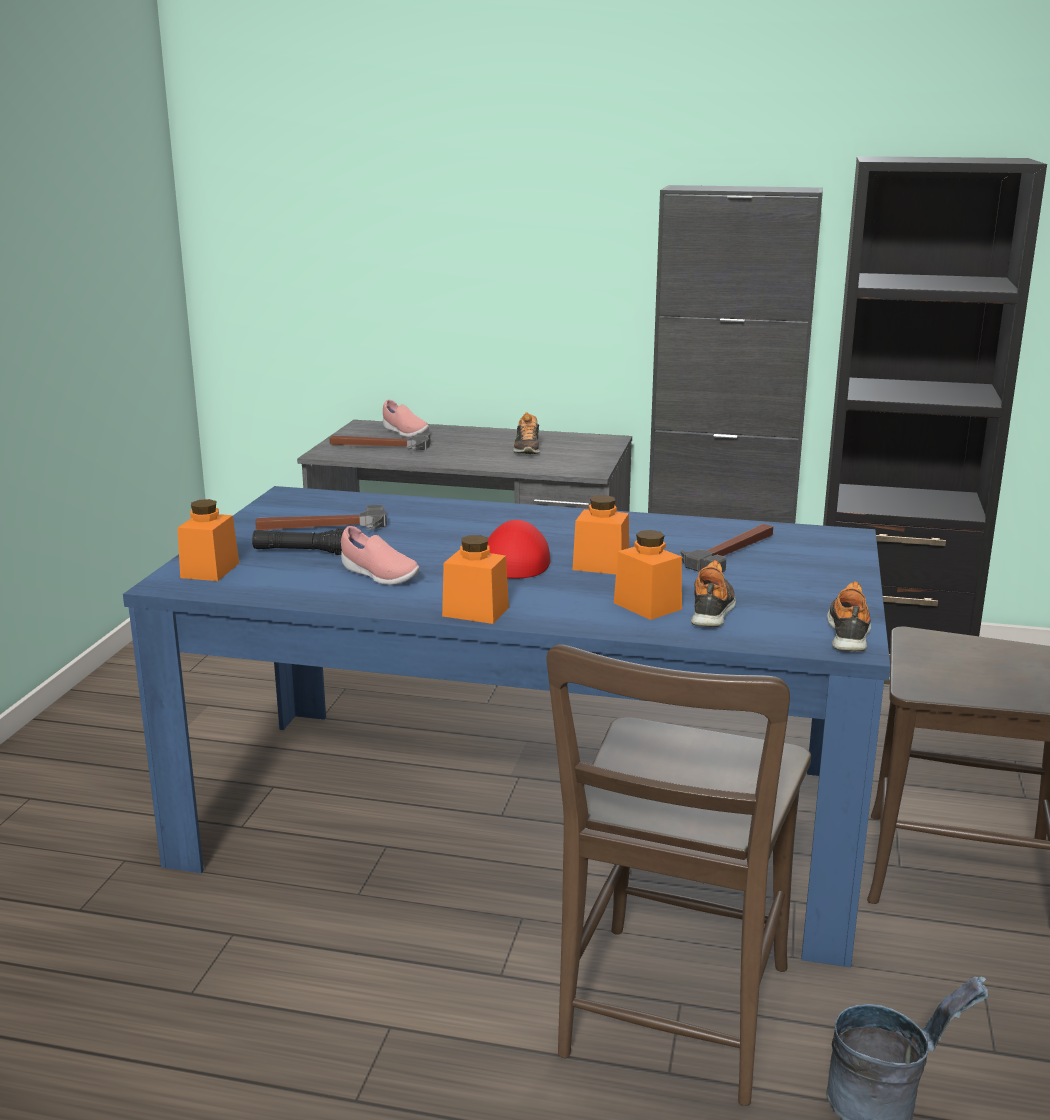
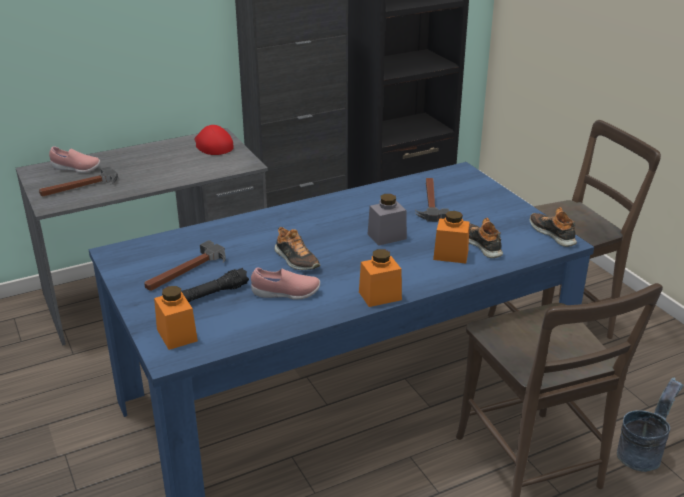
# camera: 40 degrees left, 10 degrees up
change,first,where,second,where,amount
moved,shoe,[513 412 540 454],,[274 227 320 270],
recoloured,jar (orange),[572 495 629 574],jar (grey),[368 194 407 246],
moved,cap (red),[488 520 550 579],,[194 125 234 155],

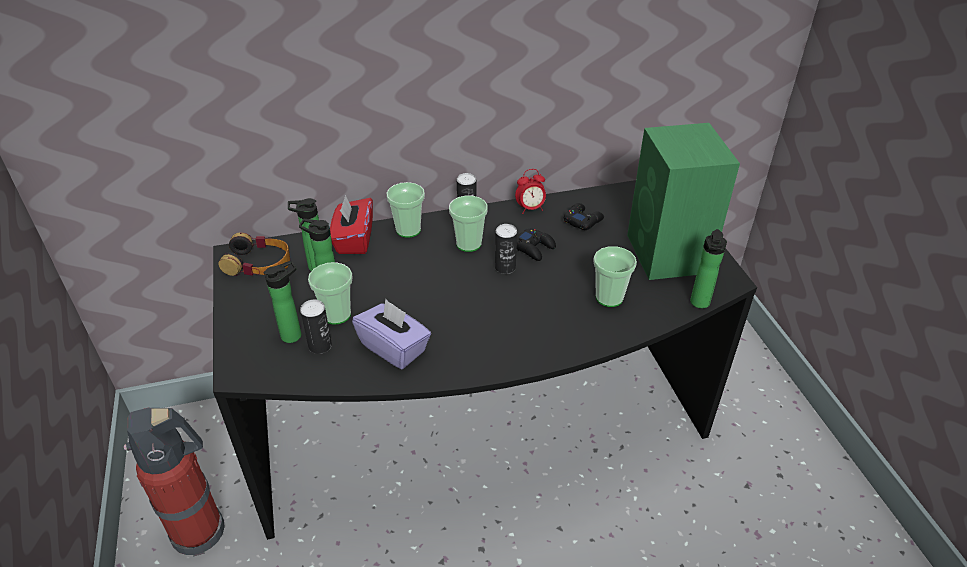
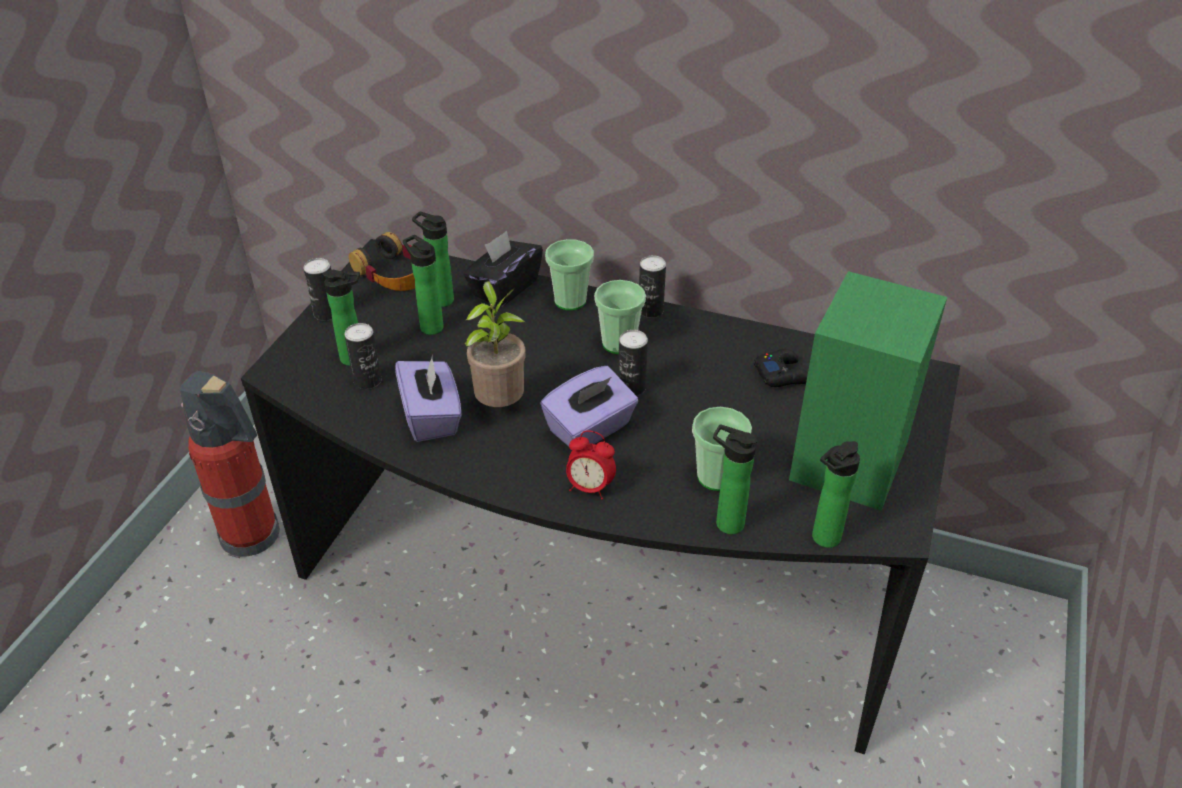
# camera: 35 degrees right, 0 degrees up
change,first,where,second,where,amount
moved,alarm clock,[515 169 546 214],,[566 430 616 499],
recoloured,tissue box (red),[330 195 373 254],tissue box (black),[464 231 543 307],
removed,game controller (black),[517 228 556 261],,,
removed,cup,[308 262 352 324],,,
added,,,can,[304 258 332 321],
added,,,potted plant,[465 281 526 407],
added,,,tissue box (purple),[540 366 638 446],
added,,,bottle,[713 424 757 534],

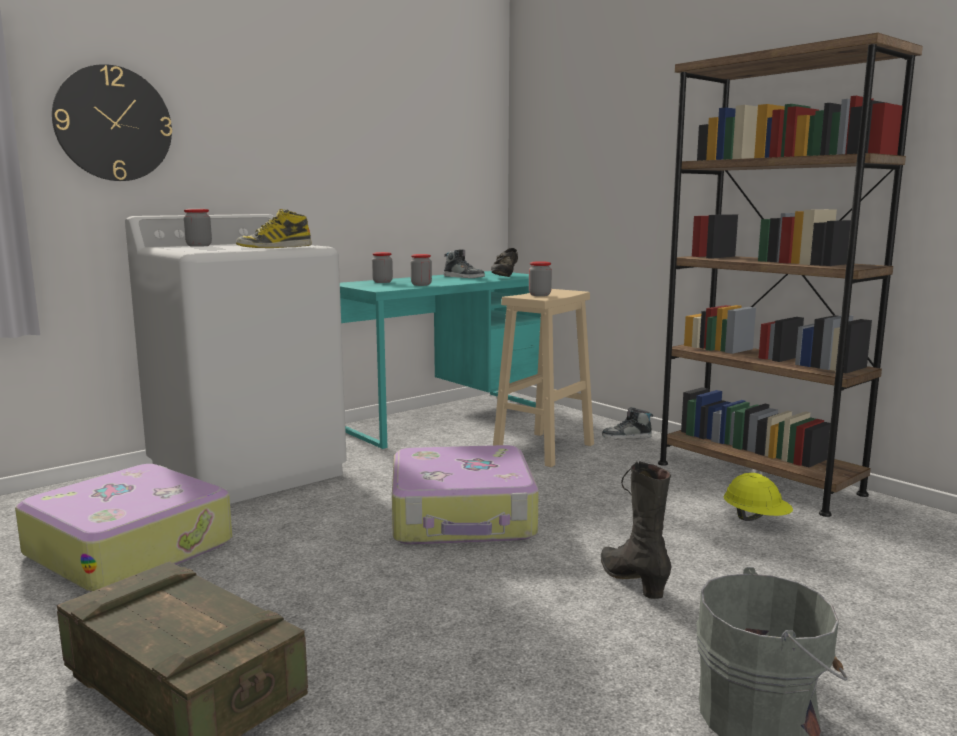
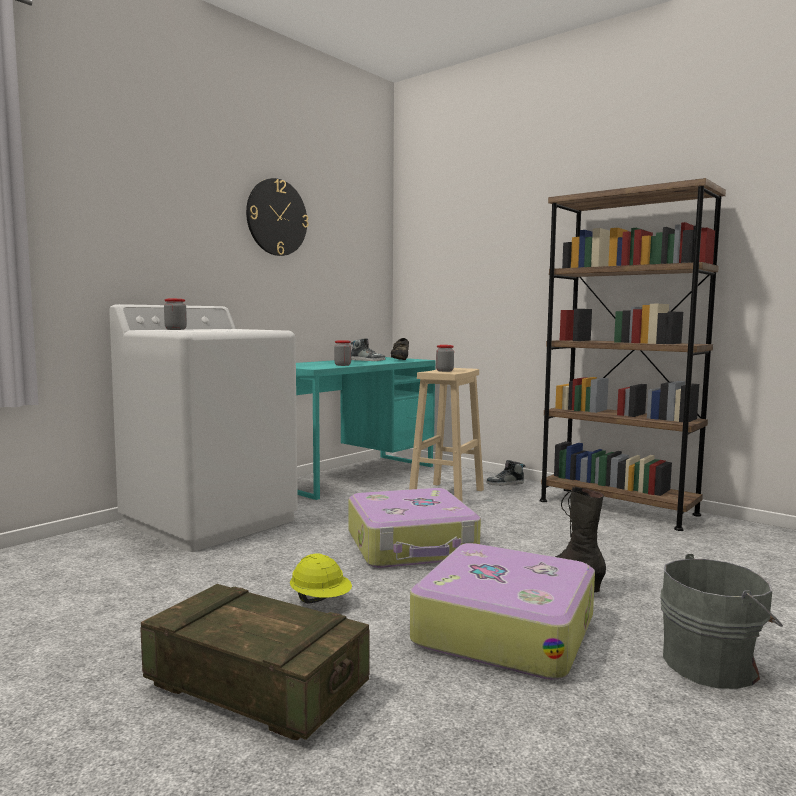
# camera: 10 degrees left, 5 degrees down
change,first,where,second,where,amount
moved,wall clock,[52 64 172 181],,[246 178 309 256],
removed,boot,[236 209 312 248],,,
removed,jar,[372 252 393 283],,,
moved,suitcase,[15 464 232 592],,[410 543 595 680],
moved,hard hat (yellow),[724 473 793 521],,[290 553 352 604],

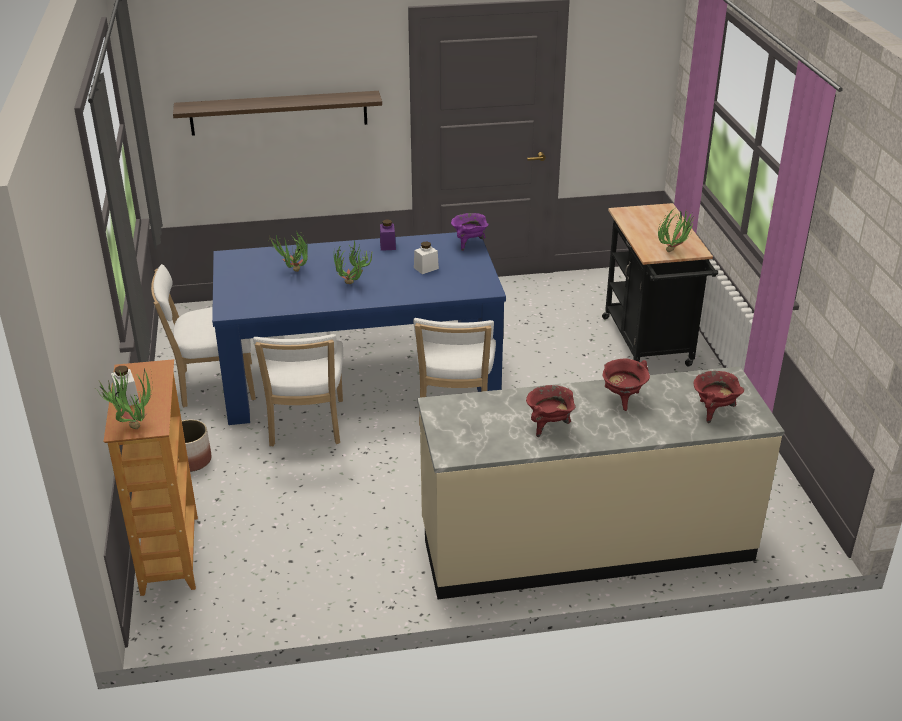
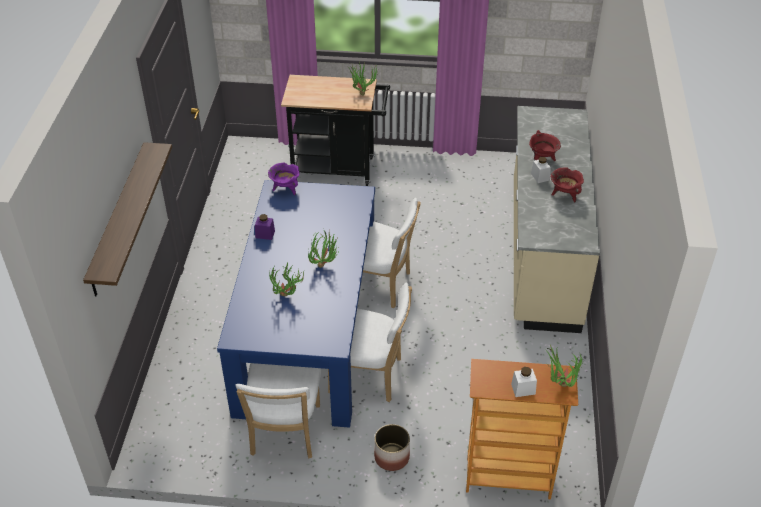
# camera: 75 degrees left, 10 degrees up
change,first,where,second,where,amount
moved,jar (white),[414 242 439 274],,[531 157 551 183],
removed,cooking pot (red),[694 371 744 423],,,

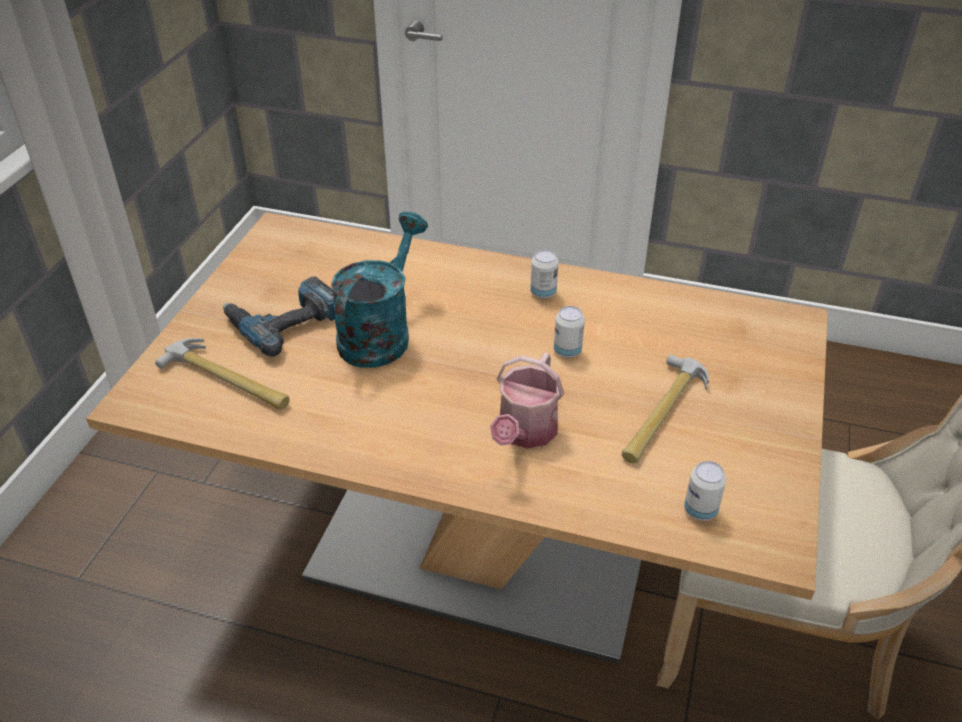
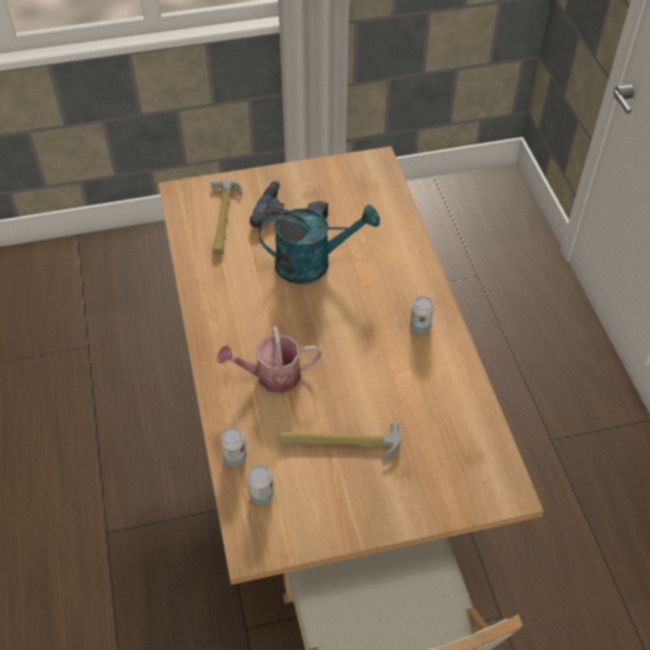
# camera: 60 degrees right, 10 degrees up
change,first,where,second,where,amount
moved,can,[554 306 585 358],,[220 427 247 466],

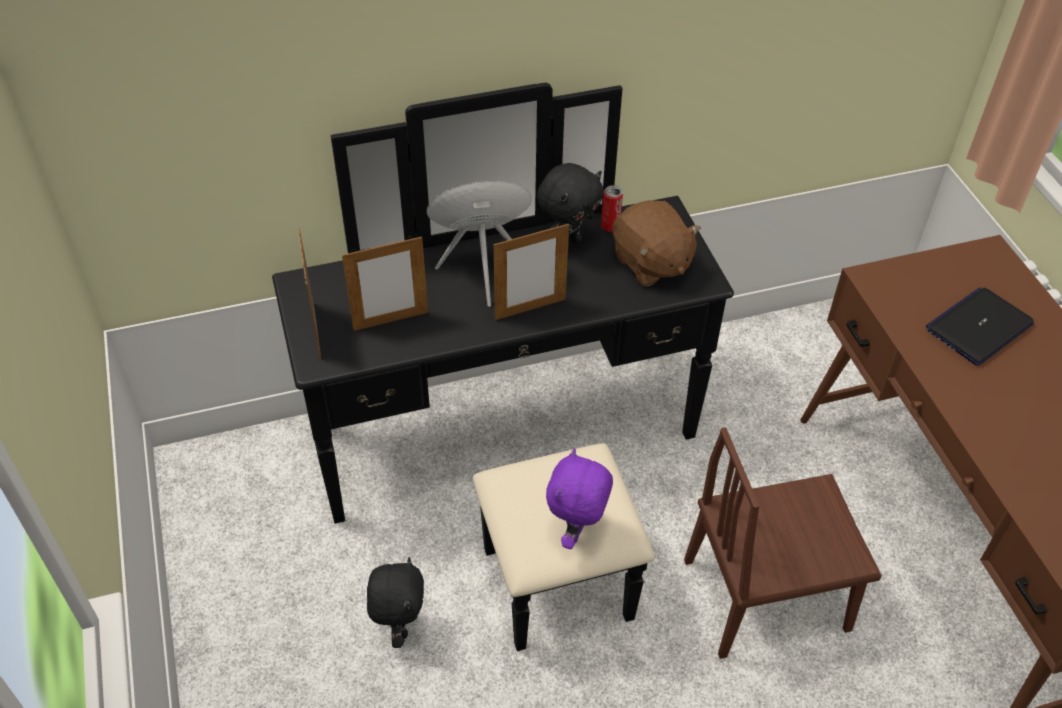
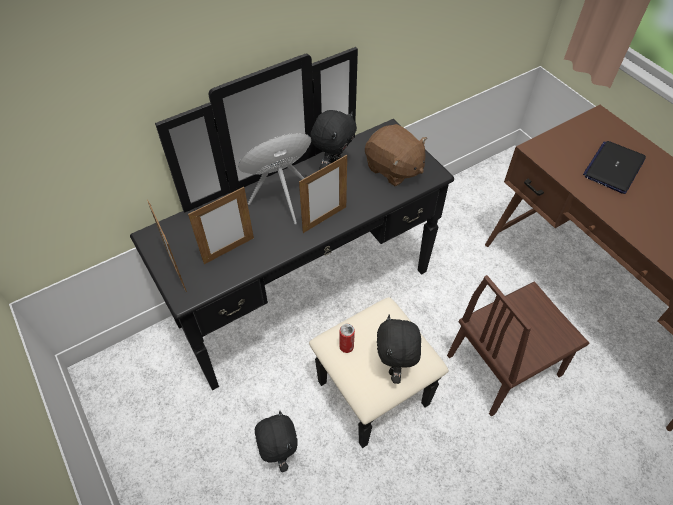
# camera: 15 degrees left, 5 degrees up
change,first,where,second,where,amount
moved,can,[601 185 623 232],,[339 324 355 353],
recoloured,plush toy (purple),[546 448 613 549],plush toy (black),[377 315 421 384],

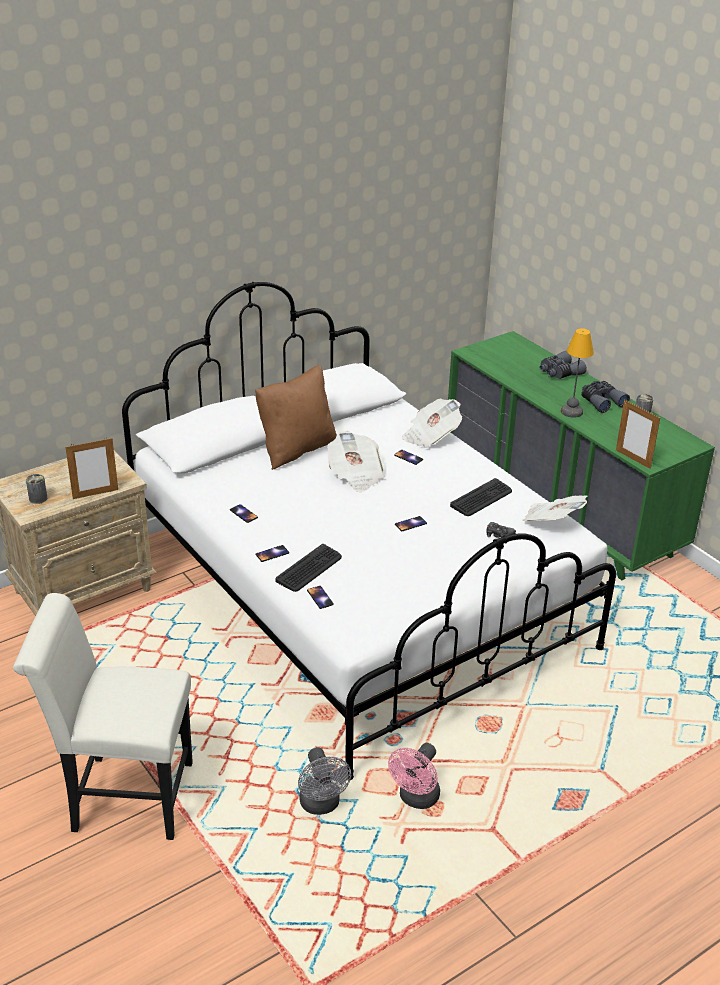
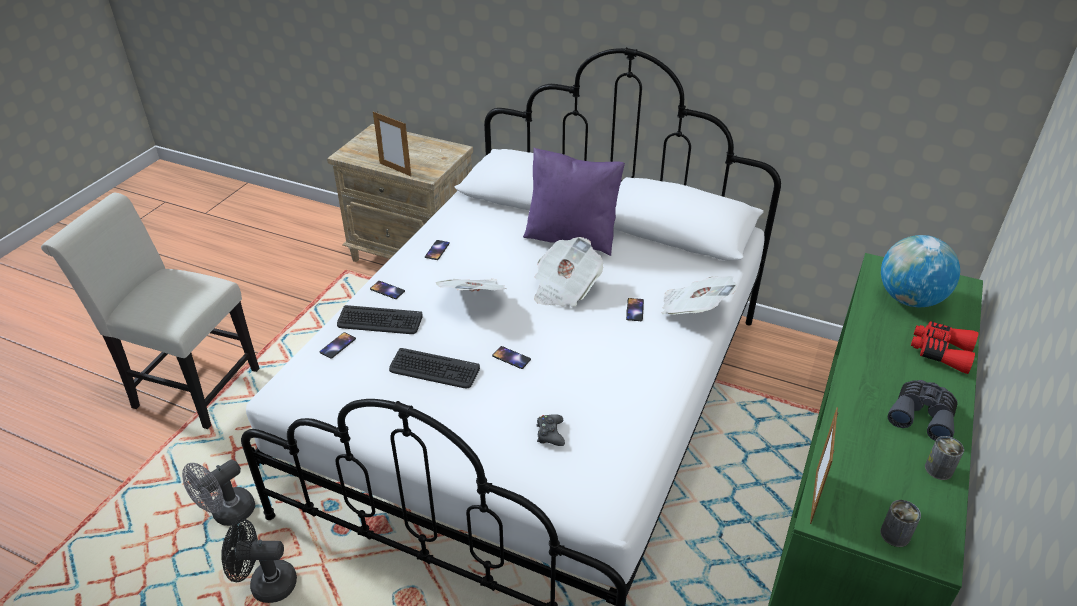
# camera: 60 degrees right, 5 degrees up
change,first,where,second,where,amount
removed,table lamp,[561 328 594 418],,,
recoloured,binoculars (grey),[539 351 587 379],binoculars (red),[911 321 979 374],
recoloured,pillow (brown),[255 365 337 470],pillow (purple),[523 147 625 256],
moved,can,[26 474 47 504],,[880 500 921 547],
moved,keyboard,[450 478 512 516],,[389 348 480 388],
moved,newspaper,[522 495 587 521],,[436 279 506 292],
turned,chair (white),[13 593 193 840],,[41 193 260 429],45 degrees counterclockwise
recoloured,fan (pink),[388 743 440 809],fan (black),[221 519 297 603],
added,,,globe,[881 235 960 307],

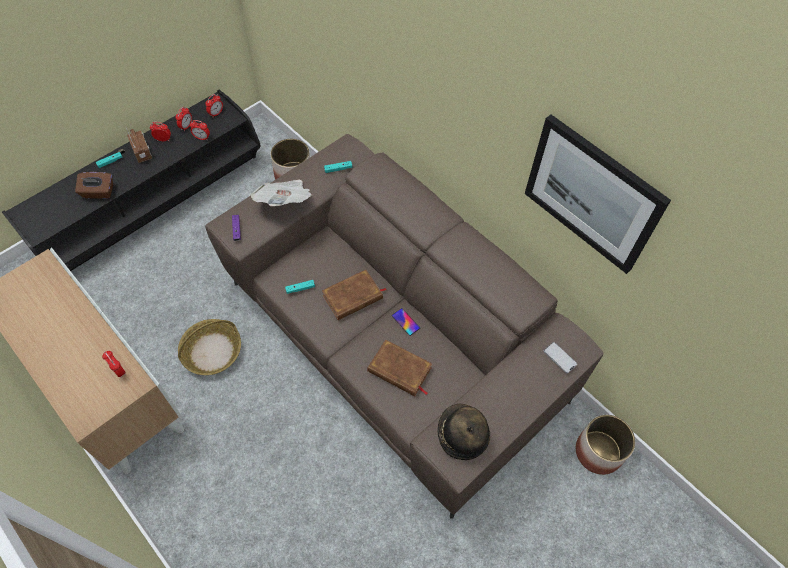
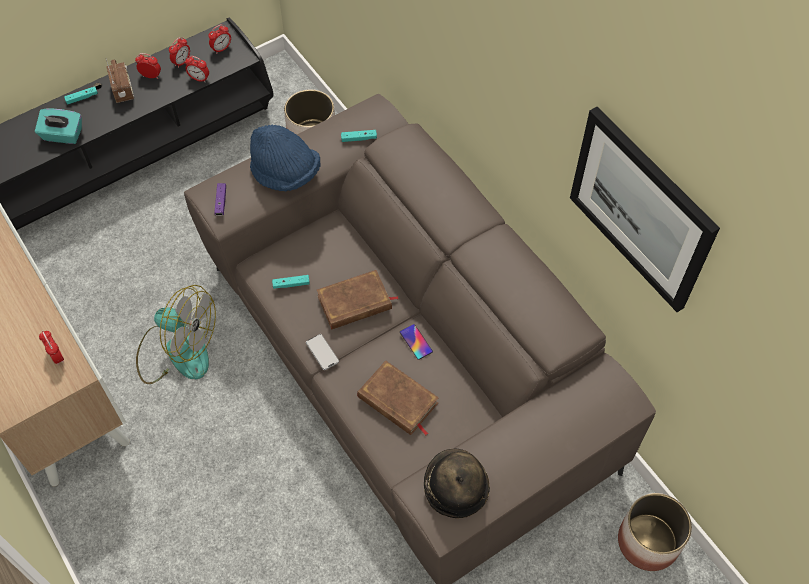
# camera: 10 degrees right, 0 degrees up
change,first,where,second,where,amount
recoloured,tissue box (brown),[75 172 113 199],tissue box (turquoise),[35 109 82 144],
replaced,newspaper,[250 179 312 206],hat (blue),[250 125 321 191],
replaced,basket,[178 319 241 375],fan,[136 285 216 384],
moved,phone,[544 342 577 373],,[306 334 339 370],

